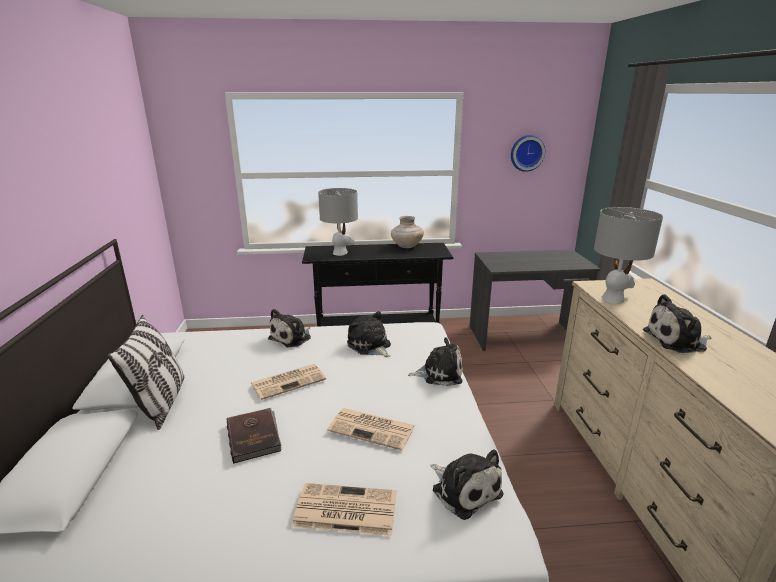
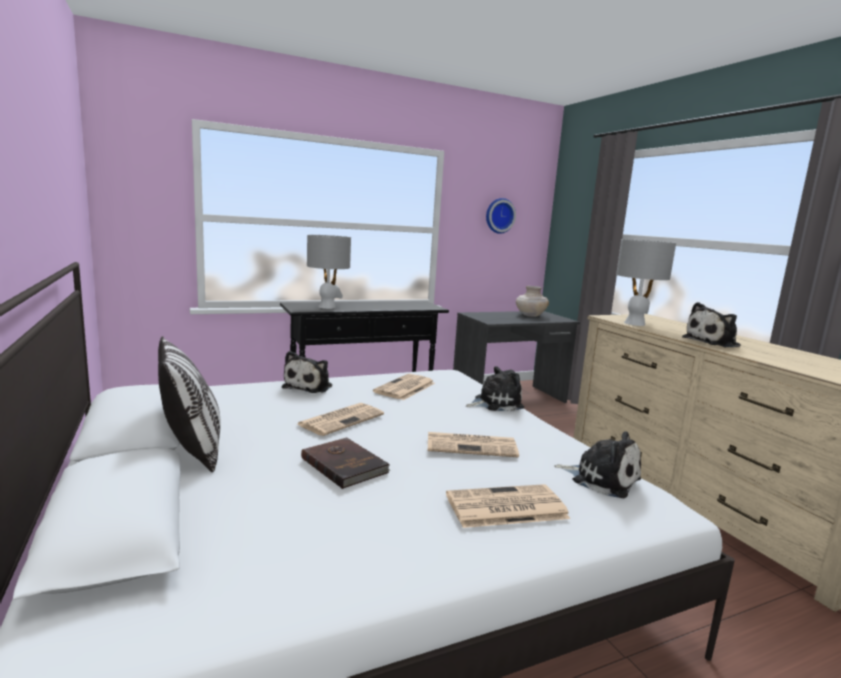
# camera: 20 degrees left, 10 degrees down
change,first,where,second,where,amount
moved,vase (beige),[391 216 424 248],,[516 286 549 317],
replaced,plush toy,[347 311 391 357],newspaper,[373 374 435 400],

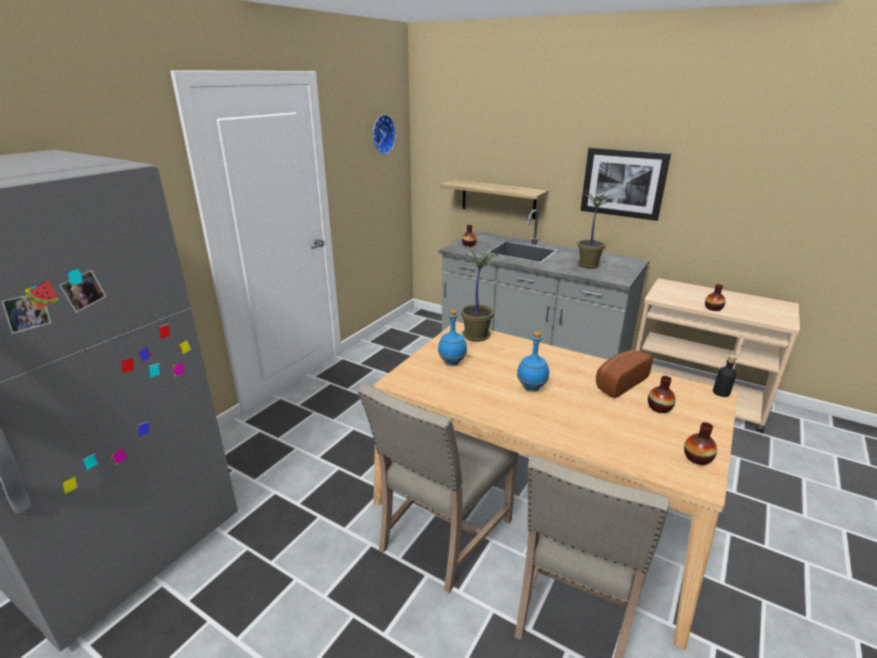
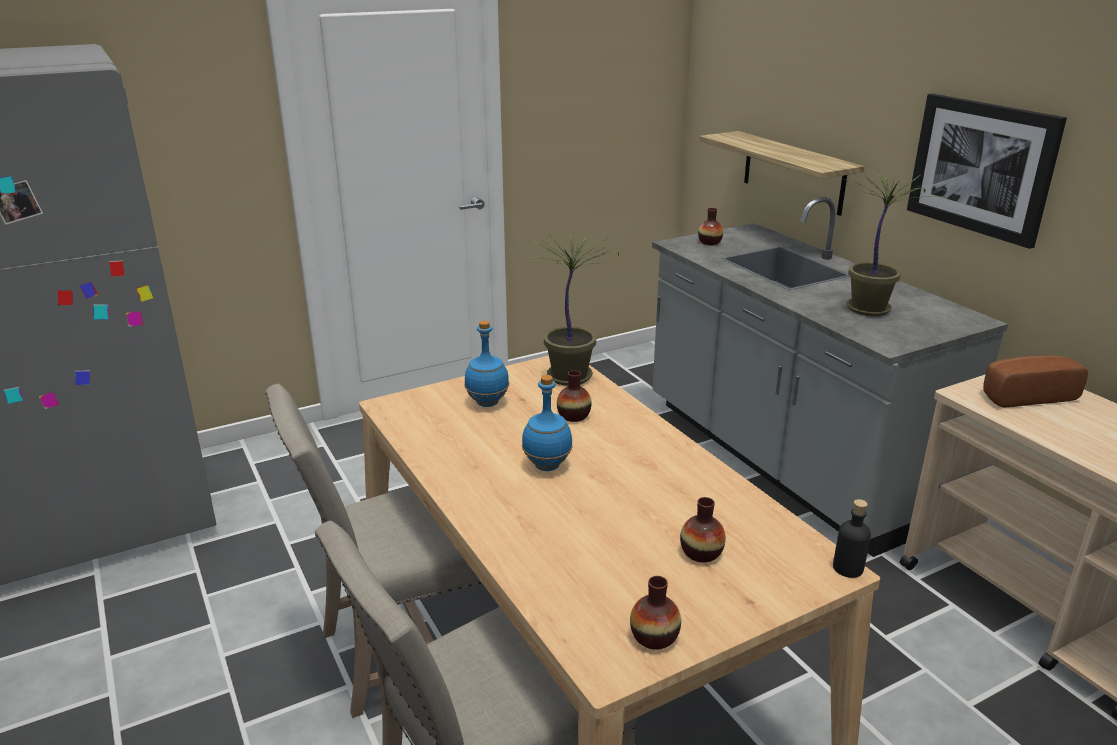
# camera: 30 degrees right, 0 degrees up
change,first,where,second,where,amount
removed,wall clock,[373 115 396 155],,,
moved,vase,[705 284 725 311],,[557 370 592 422],
moved,bread,[596 350 653 398],,[983 355 1088 407],

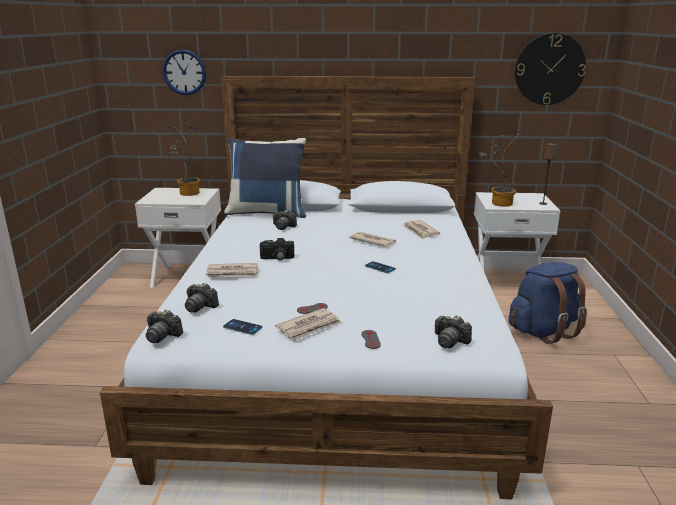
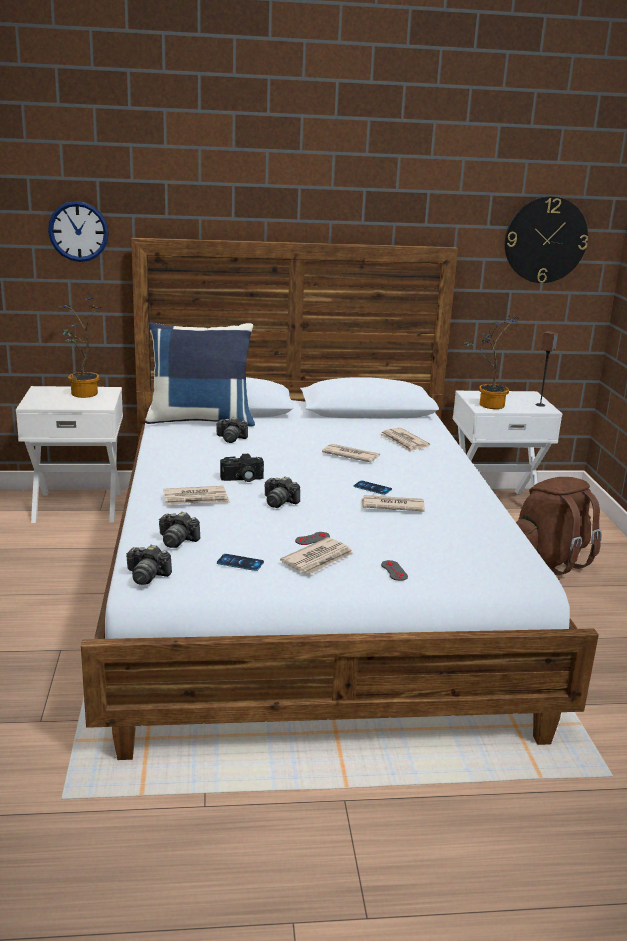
# camera: 10 degrees left, 0 degrees up
change,first,where,second,where,amount
recoloured,backpack (blue),[508 262 587 344],backpack (brown),[516 477 602 575],
moved,photo camera,[435 315 472 348],,[264 476 300 508],
added,,,newspaper,[361 495 425 511],

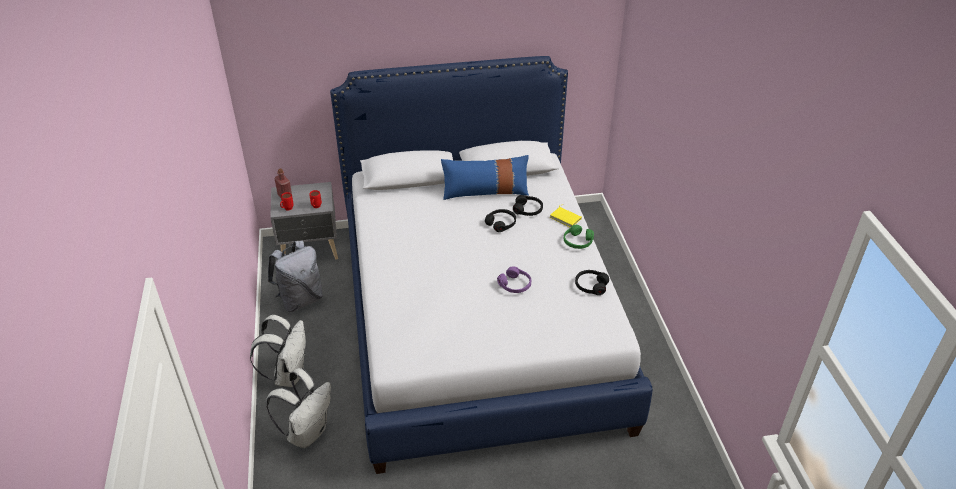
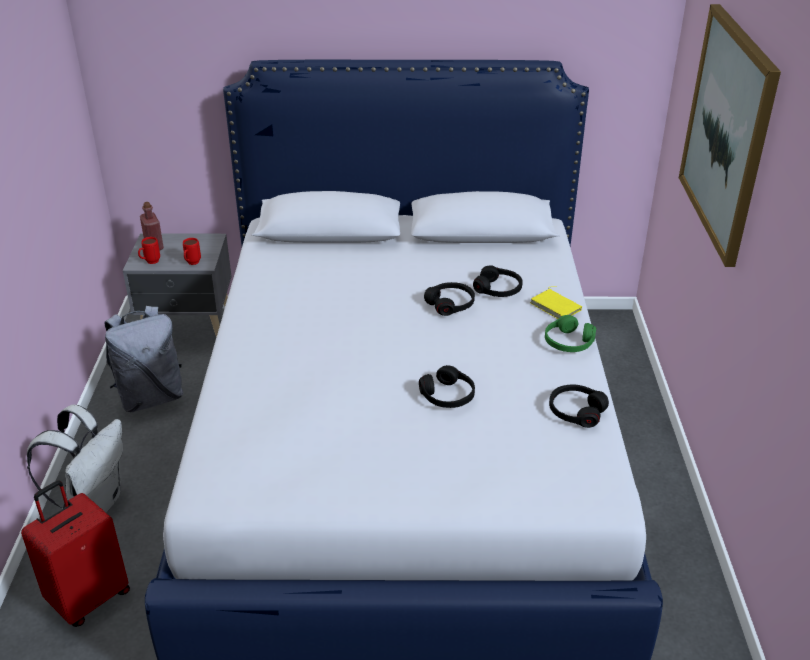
# camera: 10 degrees right, 5 degrees down
change,first,where,second,where,amount
removed,pillow (blue),[441 155 529 200],,,
recoloured,headphones (purple),[497 266 531 293],headphones (black),[419 365 475 408],
replaced,backpack (white),[266 368 331 448],suitcase (red),[21 480 130 627],
added,,,picture,[679 4 781 267],

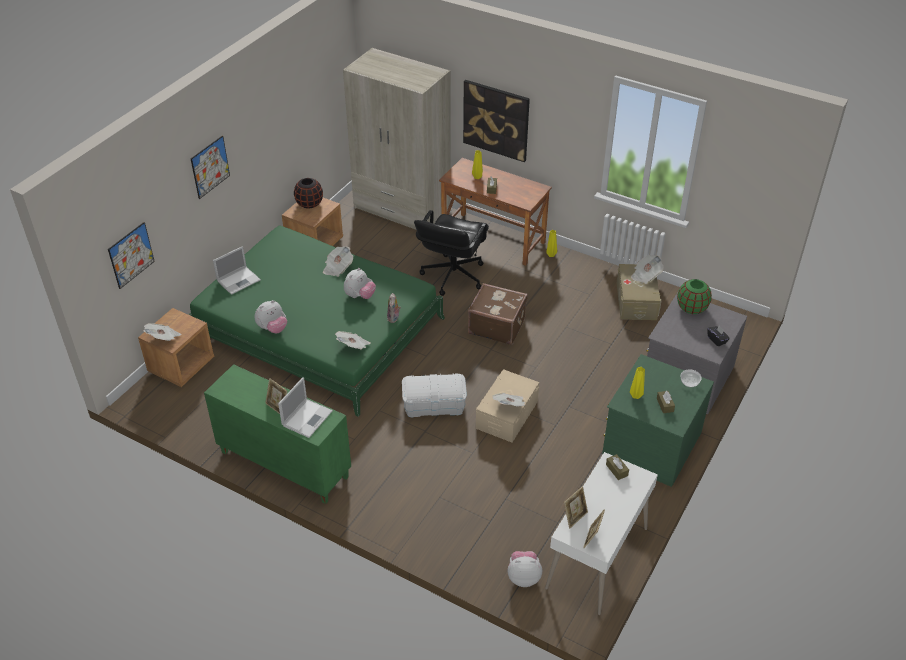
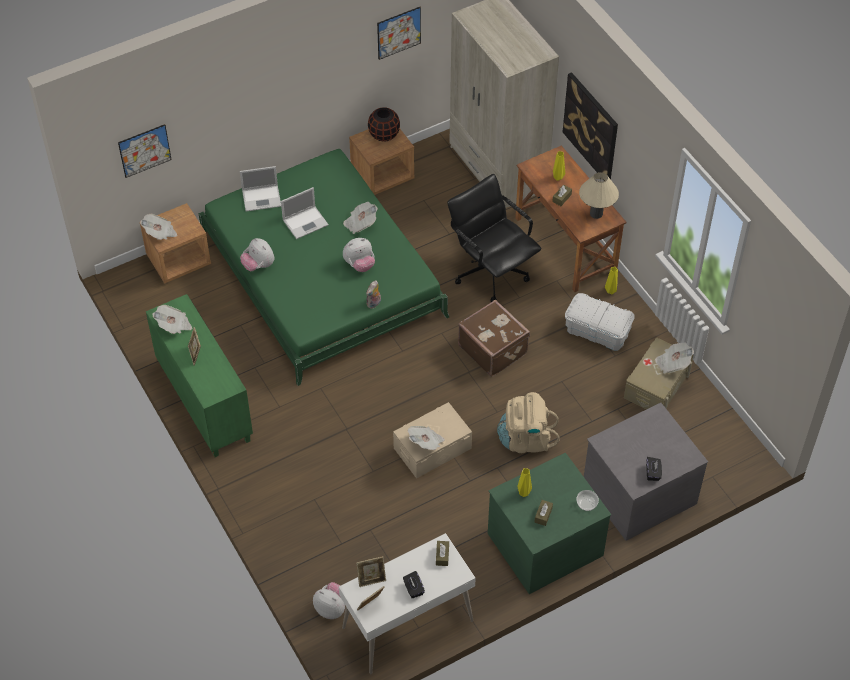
# camera: 30 degrees right, 10 degrees up
change,first,where,second,where,amount
moved,picture,[191 136 230 199],,[377 7 421 60],
turned,office chair (black),[414 210 489 296],,[447 174 541 302],90 degrees clockwise
removed,vase (green),[677 279 712 314],,,
turned,plush toy,[254 300 287 333],,[240 238 274 271],60 degrees clockwise
moved,newspaper,[335 331 371 350],,[153 305 192 334],
moved,storage box (white),[402 373 467 418],,[565 293 635 351],
moved,laptop,[278 377 333 438],,[281 187 329 239],
added,,,table lamp (beige),[579 172 619 219],
added,,,backpack (beige),[497 392 559 453],
added,,,tissue box (black),[403 571 425 598],

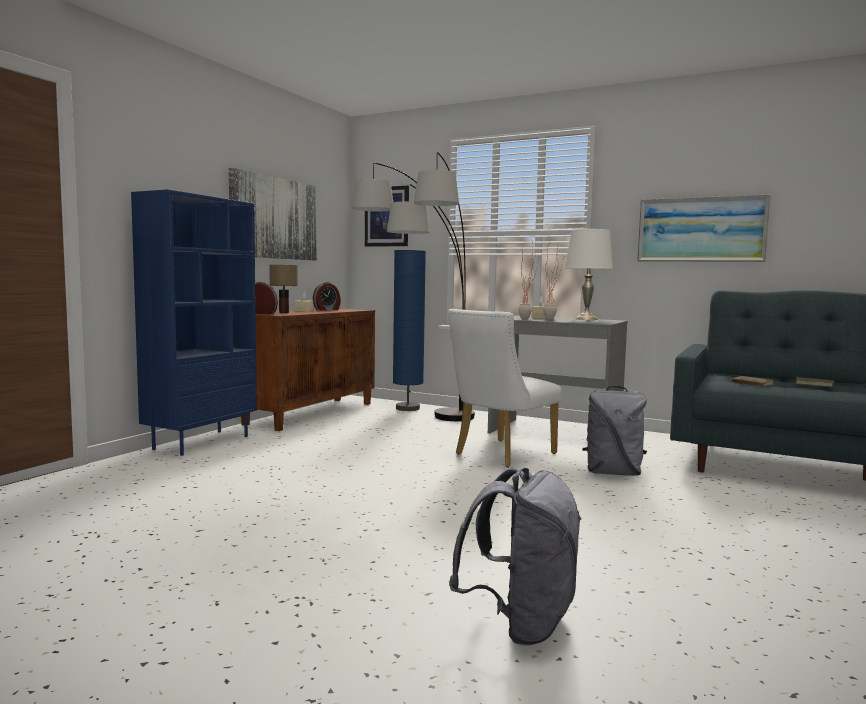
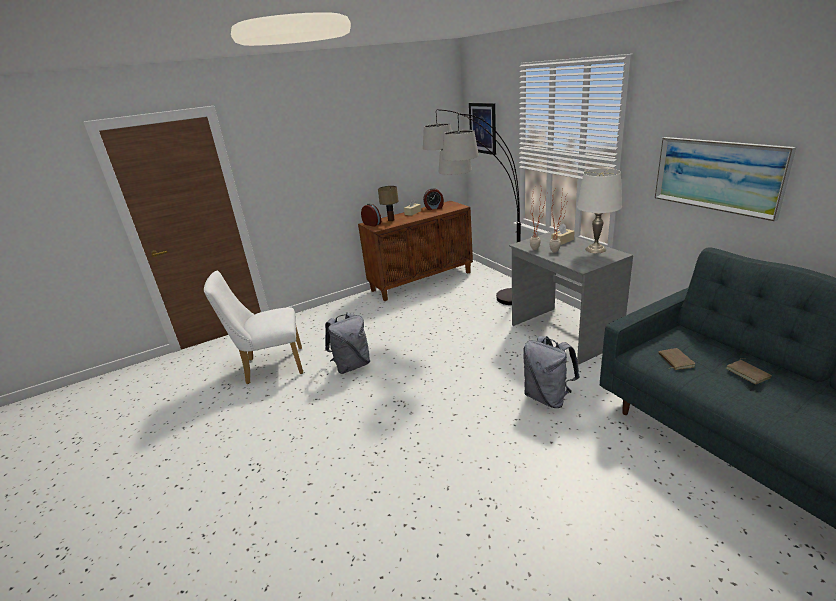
# camera: 35 degrees right, 20 degrees up
change,first,where,second,where,amount
removed,picture,[229 168 317 261],,,
removed,bookcase (blue),[131 189 257 456],,,
removed,floor lamp (blue),[393 250 426 411],,,
moved,chair (white),[448 309 562 468],,[204 271 303 384],
moved,backpack (grey),[449 468 582 646],,[325 312 370 374],

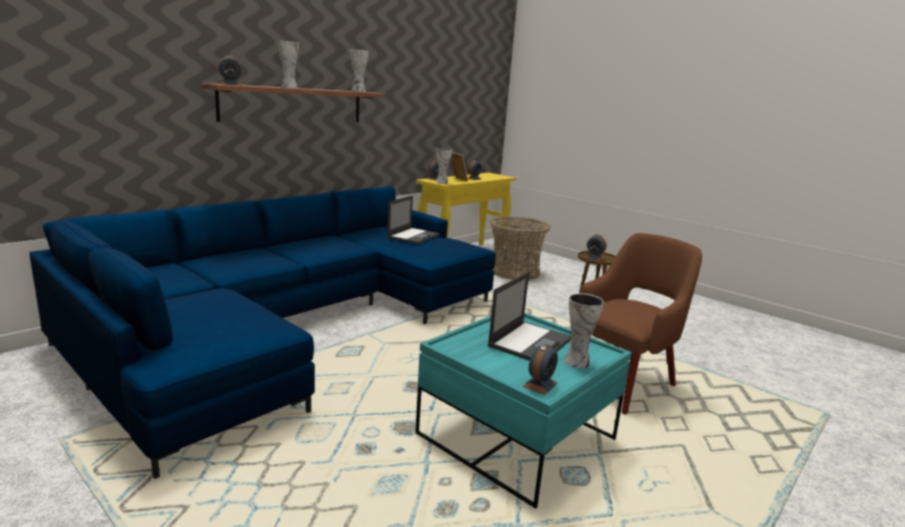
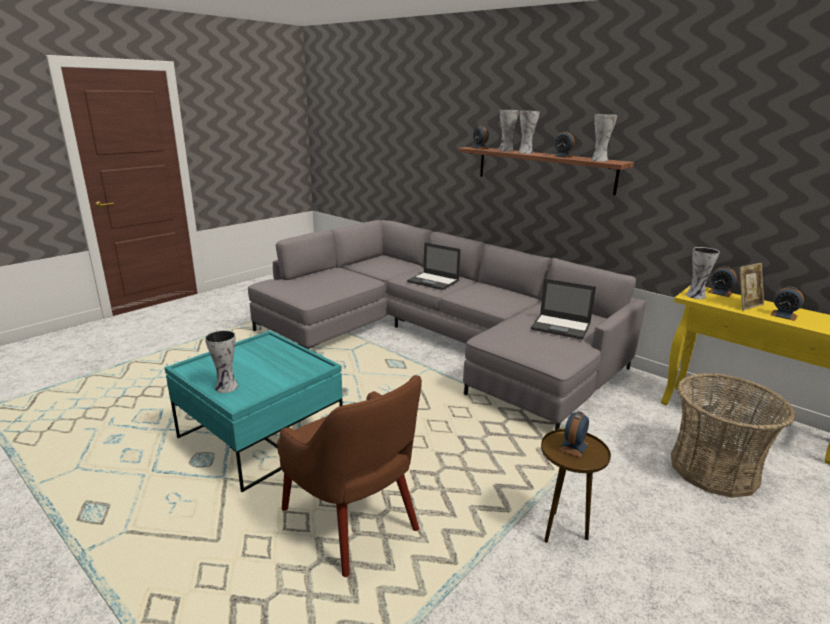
# camera: 90 degrees right, 5 degrees up
change,first,where,second,where,amount
recoloured,sofa (blue),[29 186 496 479],sofa (grey),[248 220 646 430],
moved,laptop,[488 272 571 361],,[407 243 461 290],
moved,alarm clock,[523 344 558 395],,[553 131 574 158],
added,,,vase,[499 110 519 151],

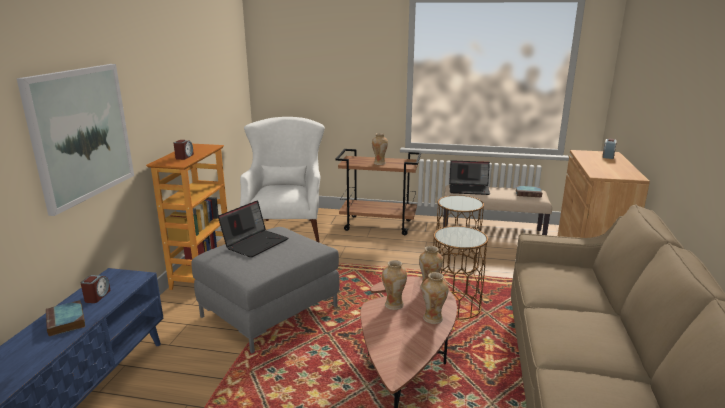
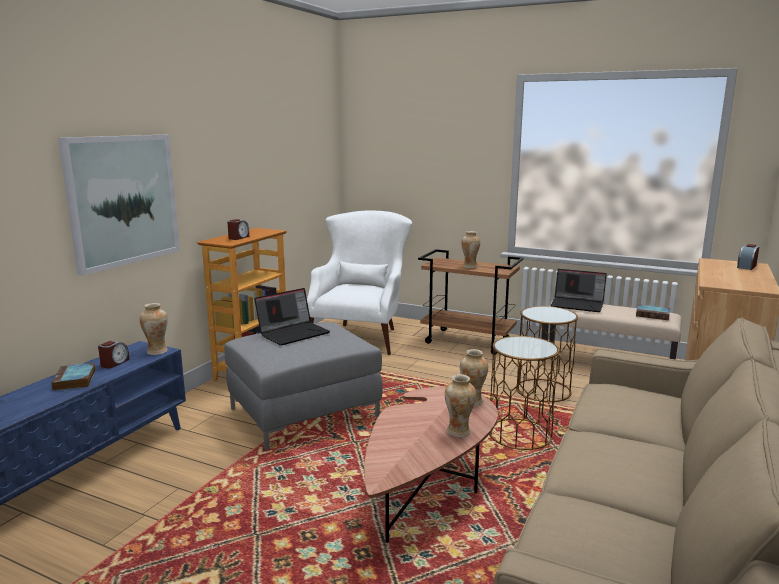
# camera: 15 degrees right, 5 degrees down
change,first,where,second,where,amount
moved,vase,[382 260 407 310],,[140 303 168 355],

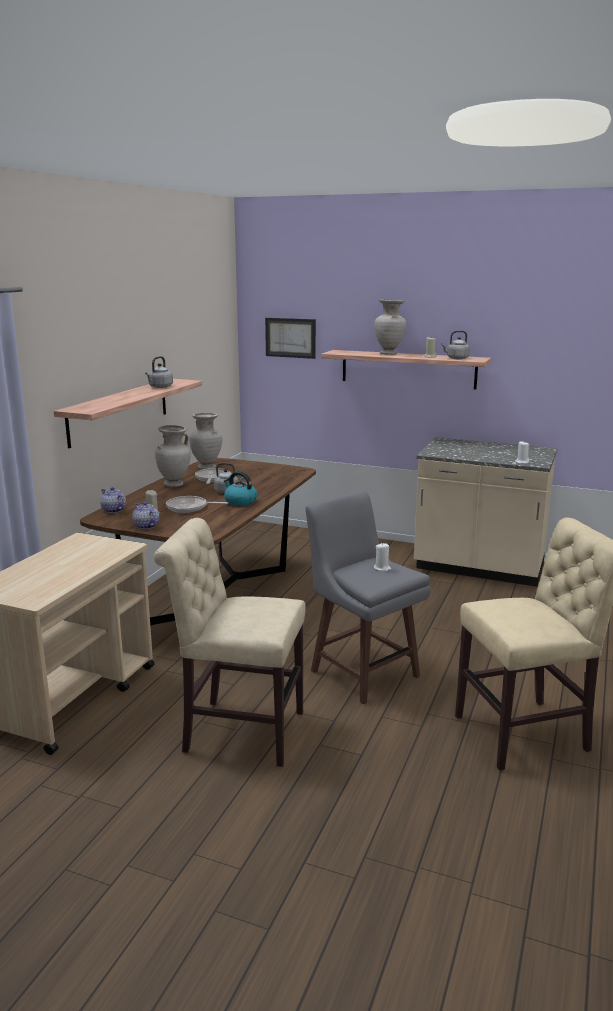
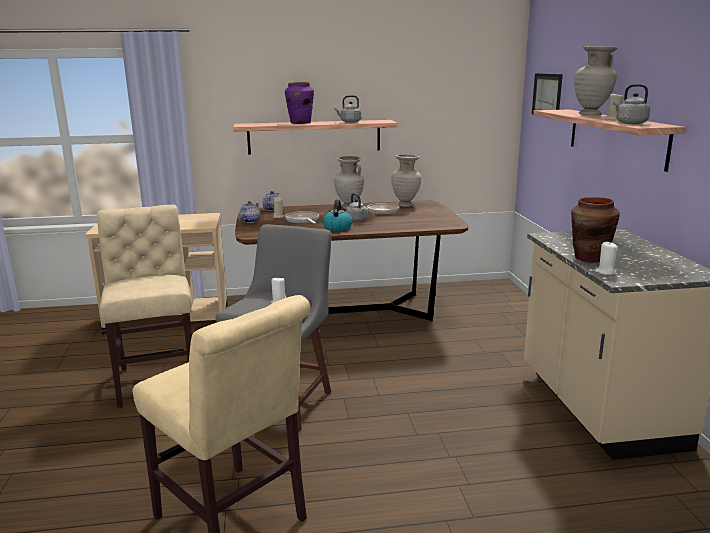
# camera: 60 degrees right, 0 degrees up
change,first,where,second,where,amount
added,,,vase (purple),[285 82 314 124],
added,,,vase (brown),[571 197 620 262],

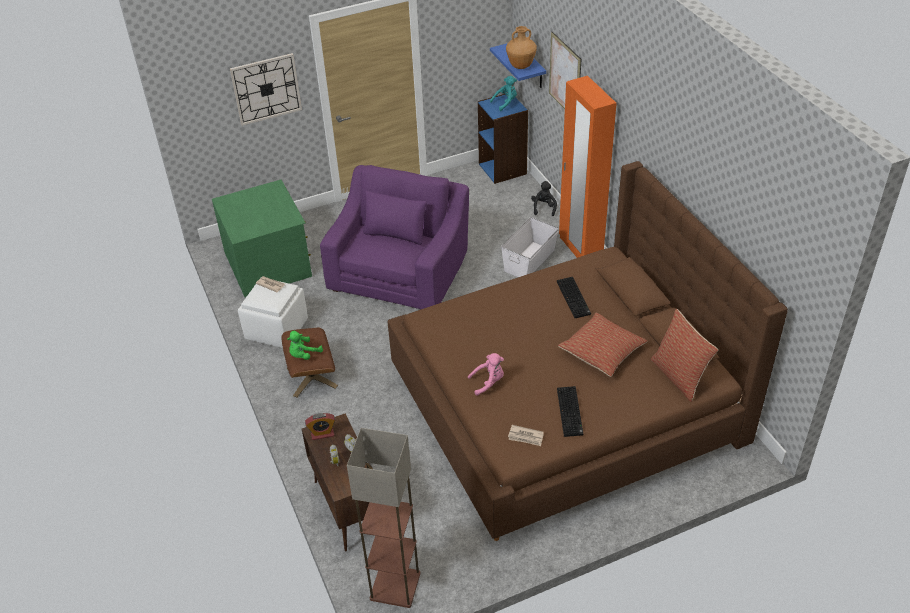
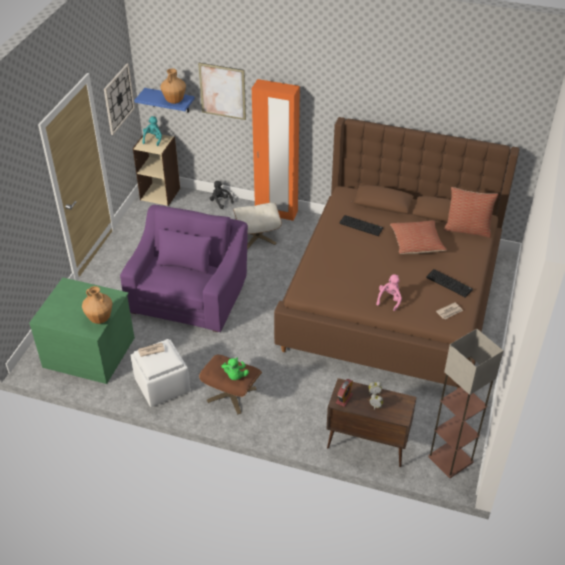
# camera: 50 degrees left, 0 degrees up
change,first,where,second,where,amount
moved,wall clock,[230 53 302 126],,[104 64 135 135],
recoloured,bookcase (blue),[478 94 528 184],bookcase (beige),[133 133 180 206],
turned,armchair (purple),[320 165 469 309],,[120 205 248 332],45 degrees clockwise
replaced,storage box (white),[501 217 559 277],ottoman (beige),[233 203 282 249],
added,,,vase (brown),[82 286 113 324],

